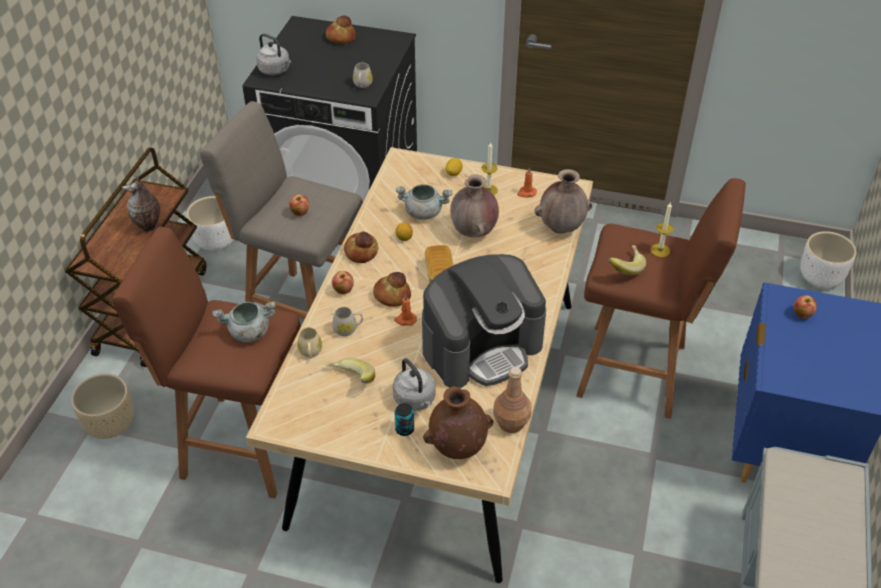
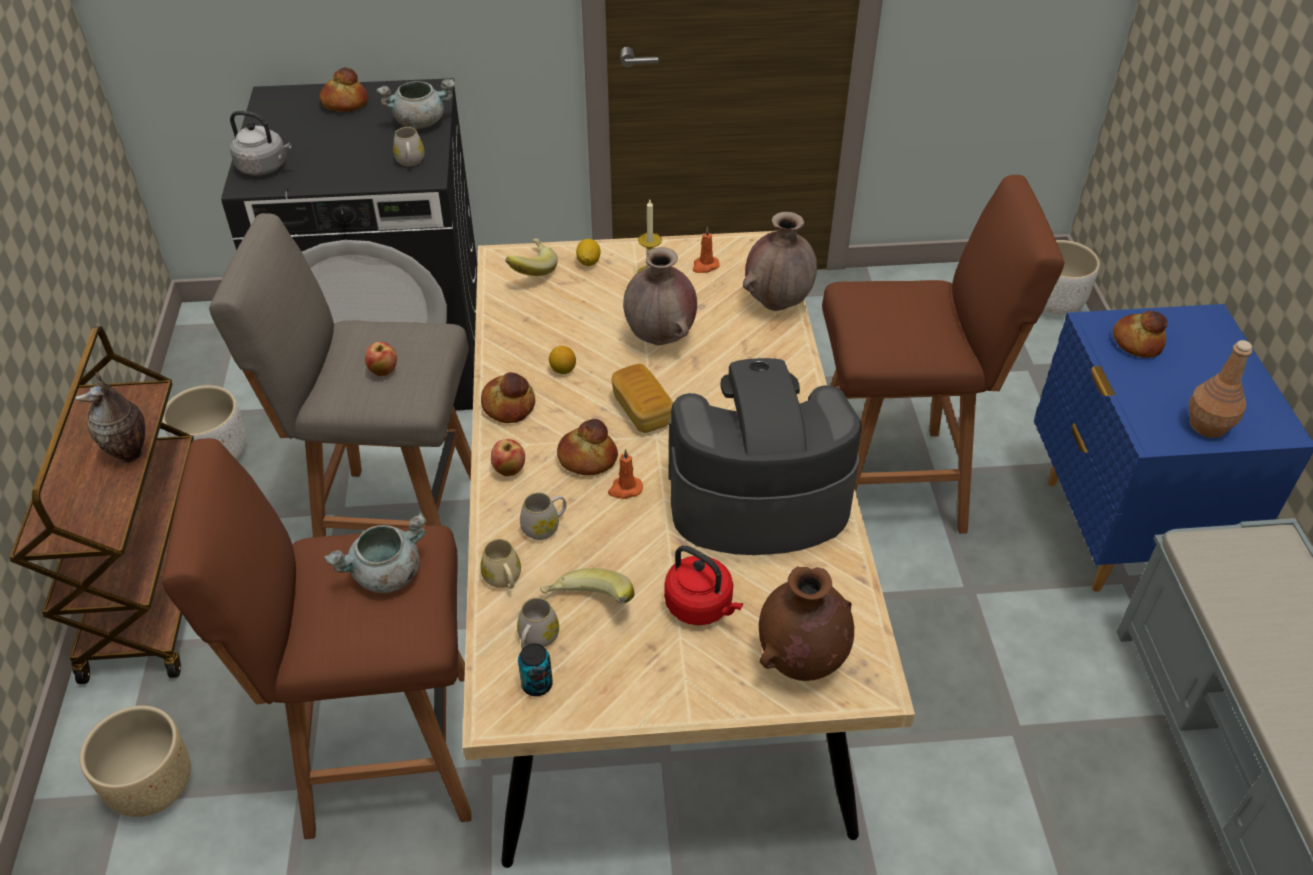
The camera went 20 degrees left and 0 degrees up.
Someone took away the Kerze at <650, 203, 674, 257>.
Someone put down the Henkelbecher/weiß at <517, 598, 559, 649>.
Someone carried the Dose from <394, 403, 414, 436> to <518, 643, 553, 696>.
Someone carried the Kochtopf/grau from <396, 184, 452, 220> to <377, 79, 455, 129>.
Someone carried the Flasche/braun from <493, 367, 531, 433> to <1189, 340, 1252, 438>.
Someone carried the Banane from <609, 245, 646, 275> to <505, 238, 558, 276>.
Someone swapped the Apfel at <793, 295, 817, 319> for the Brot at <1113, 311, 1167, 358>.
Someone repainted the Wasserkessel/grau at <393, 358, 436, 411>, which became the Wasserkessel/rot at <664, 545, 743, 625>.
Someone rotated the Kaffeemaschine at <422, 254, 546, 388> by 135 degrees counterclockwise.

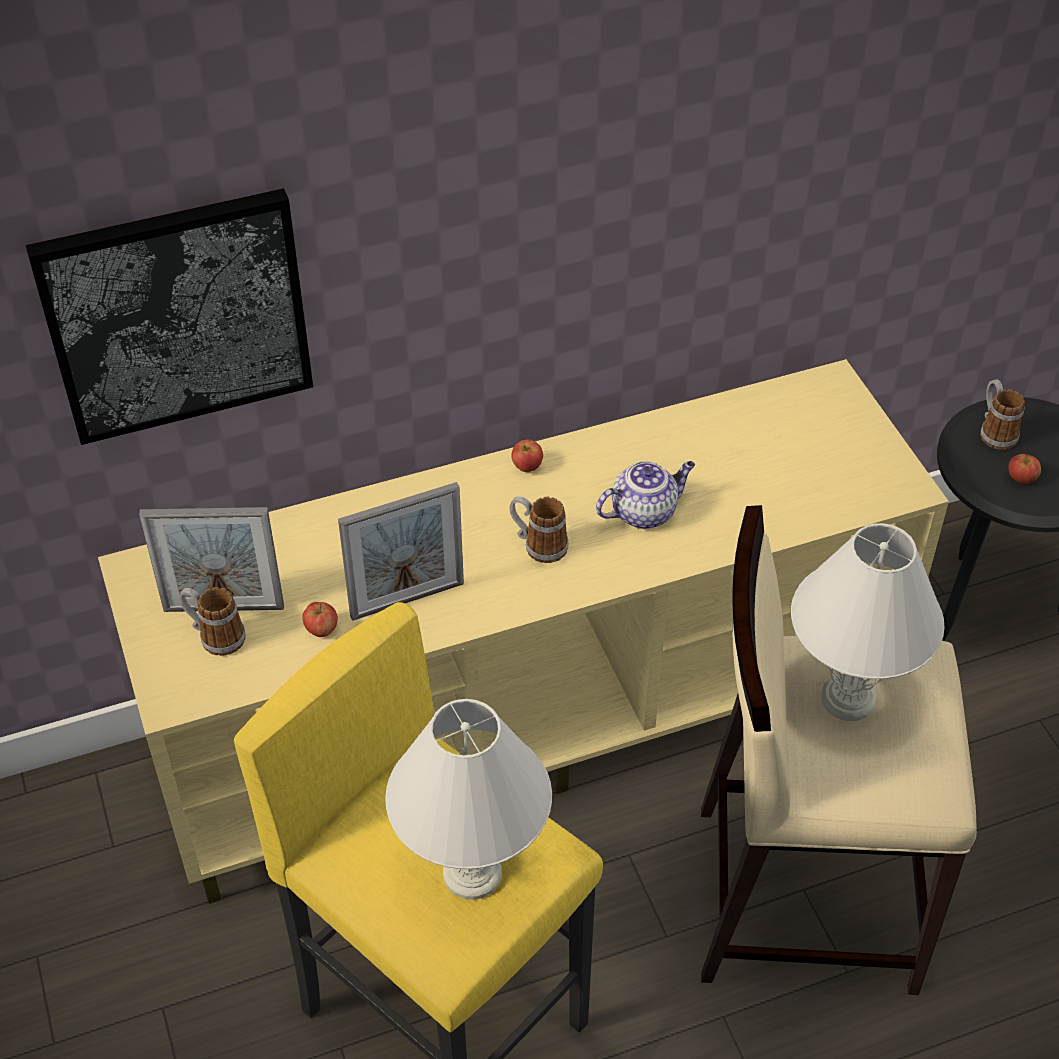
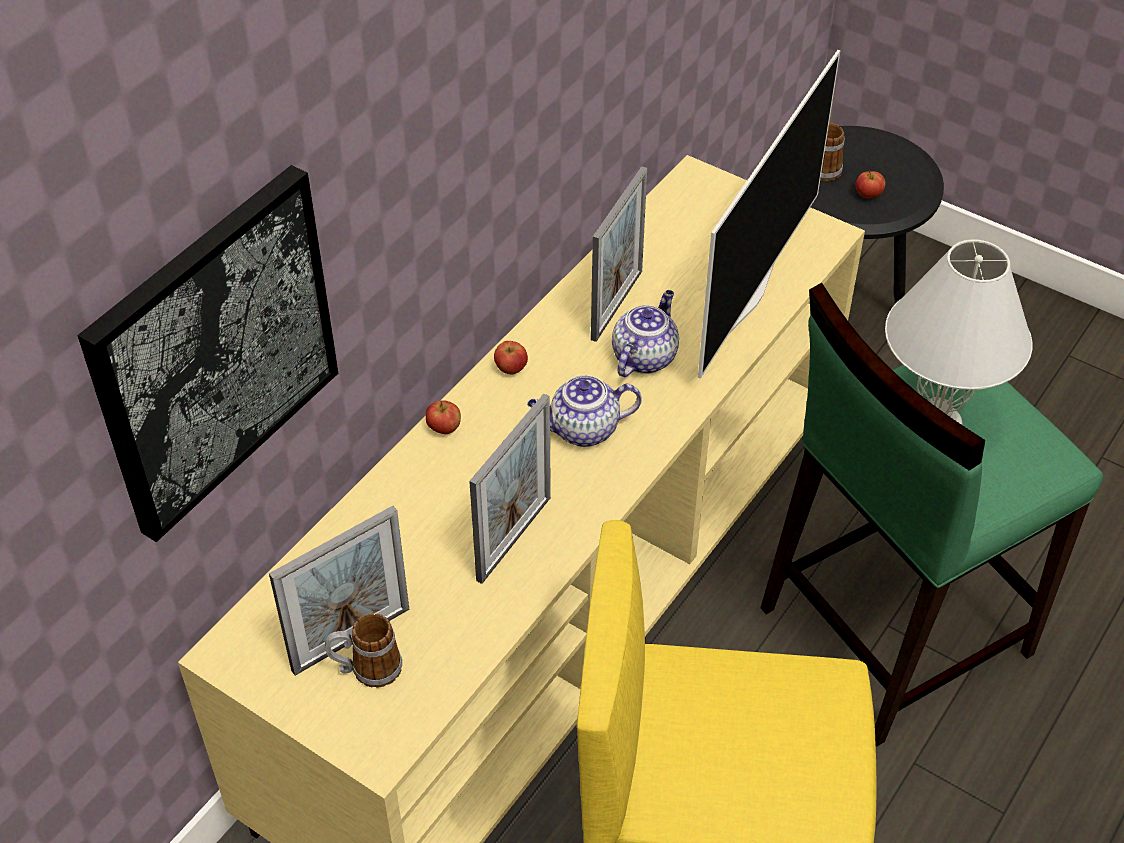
The camera went 35 degrees left and 0 degrees up.
Someone took away the Tischlampe/weiß at <385, 699, 552, 900>.
Someone put down the Bilderrahmen at <591, 166, 647, 342>.
Someone put down the Fernseher at <698, 50, 840, 379>.
Someone carried the Apfel from <303, 602, 338, 637> to <426, 400, 461, 434>.
Someone swapped the Henkelbecher at <510, 496, 568, 563> for the Teekanne at <527, 375, 642, 447>.
Someone repainted the Hocker/beige at <701, 505, 977, 995>, which became the Hocker/grün at <761, 283, 1103, 747>.

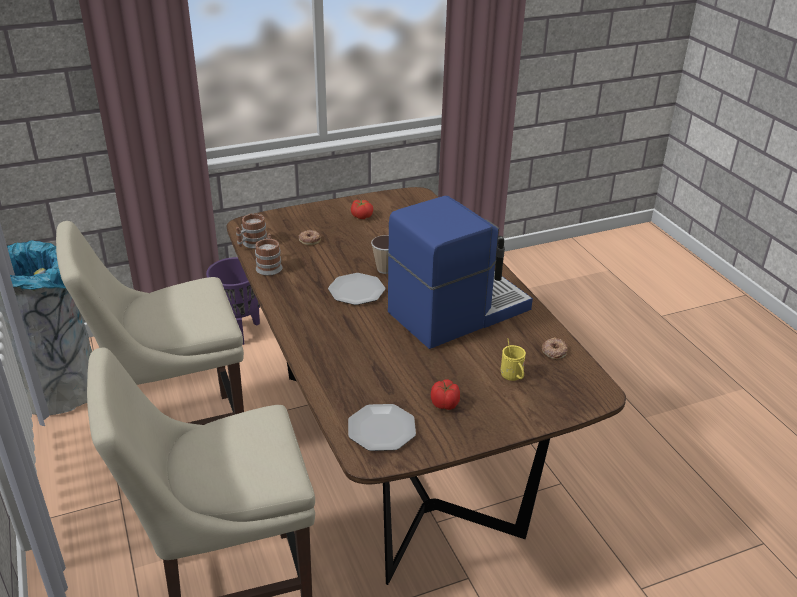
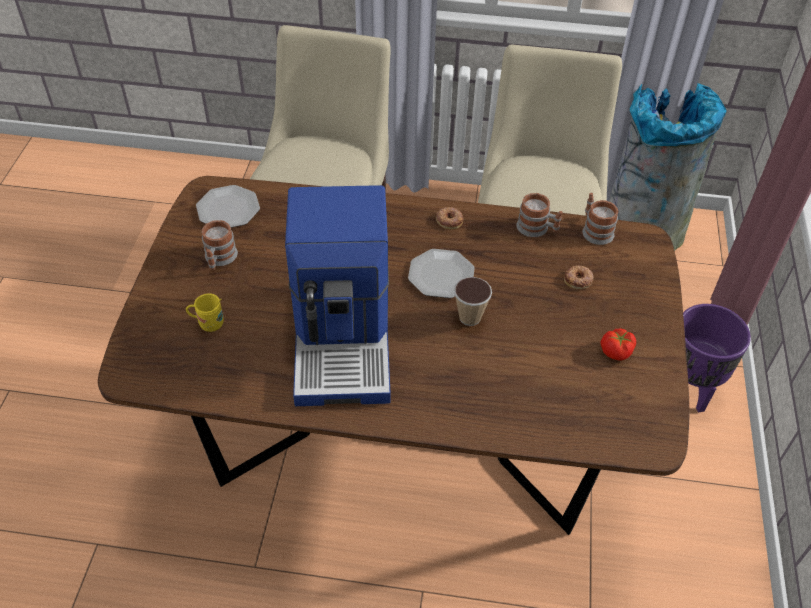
The camera went 120 degrees right and 15 degrees up.
Someone carried the Donut from <542, 338, 568, 359> to <436, 207, 464, 229>.
Someone swapped the Tomate at <431, 379, 460, 410> for the Henkelbecher at <202, 220, 238, 270>.

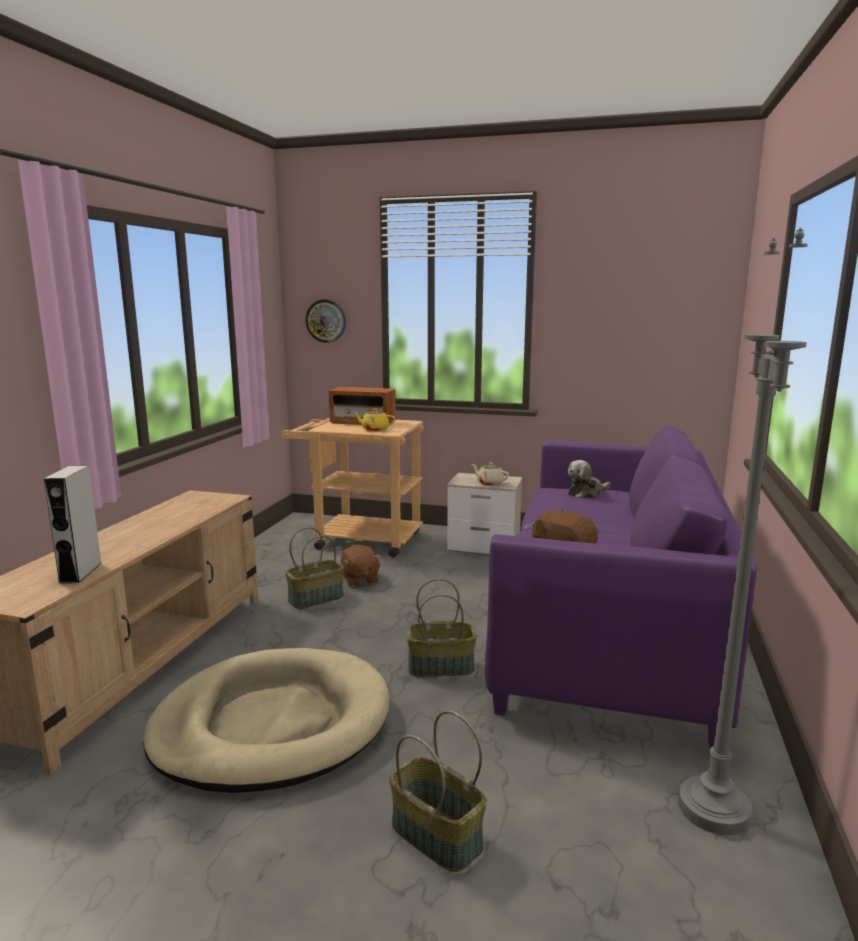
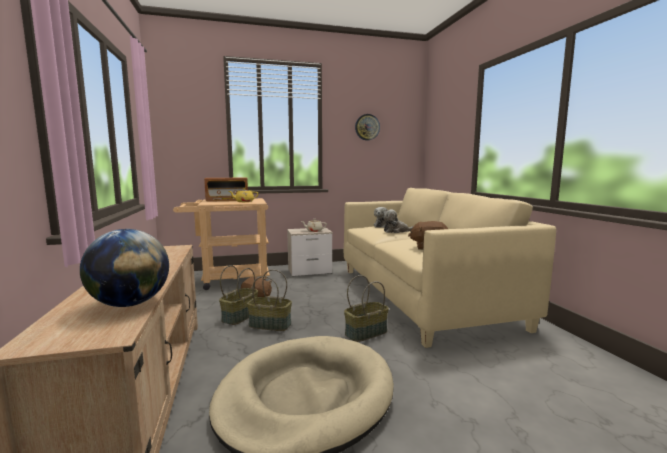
The camera went 30 degrees left and 5 degrees down.
Someone took away the Stehlampe/grau at <678, 228, 808, 835>.
Someone put down the Plüschtier at <383, 210, 414, 233>.
Someone carried the Wanduhr from <305, 300, 346, 343> to <355, 114, 380, 140>.
Someone carried the Korb from <389, 711, 487, 872> to <247, 269, 292, 331>.
Someone swapped the Lautsprecher/grau at <44, 466, 102, 583> for the Globus at <80, 229, 169, 307>.
Someone repainted the Sofa/lila at <485, 426, 757, 749>, which became the Sofa/beige at <344, 188, 556, 348>.

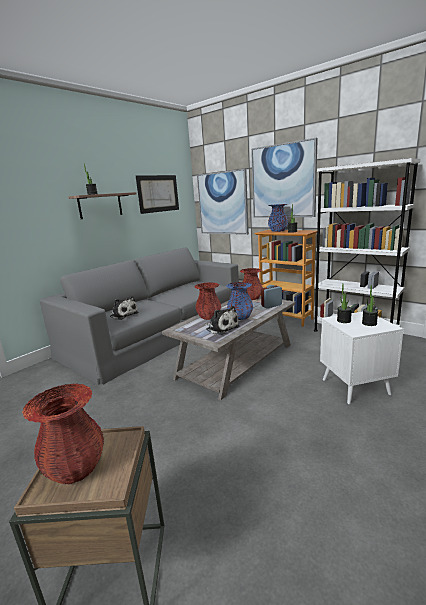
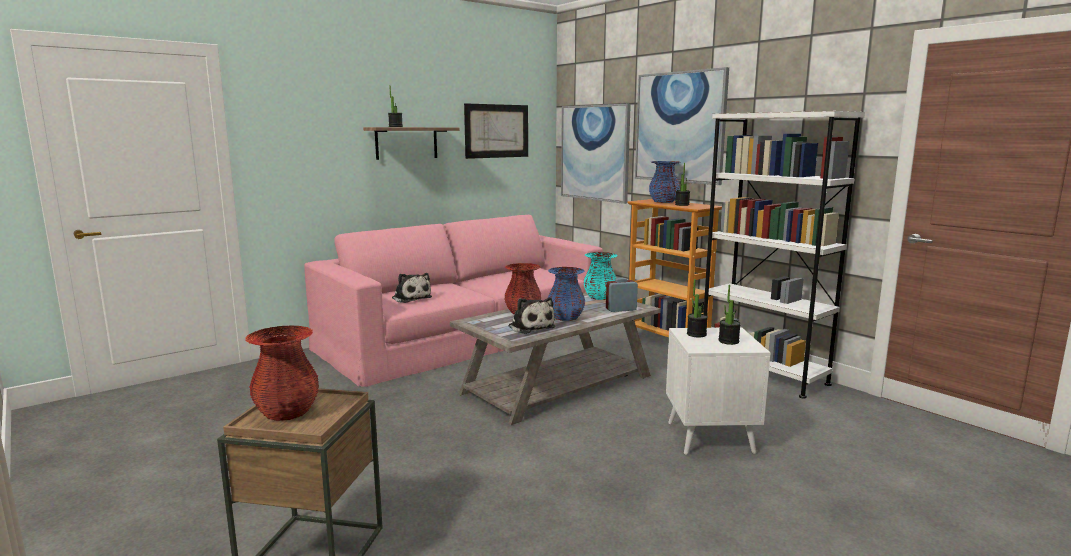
The camera went 10 degrees right and 5 degrees down.
Someone repainted the Sofa/grau at <40, 248, 239, 385>, which became the Sofa/rosa at <304, 215, 603, 387>.
Someone repainted the Vase/rot at <240, 268, 263, 300>, which became the Vase/türkis at <584, 252, 618, 300>.

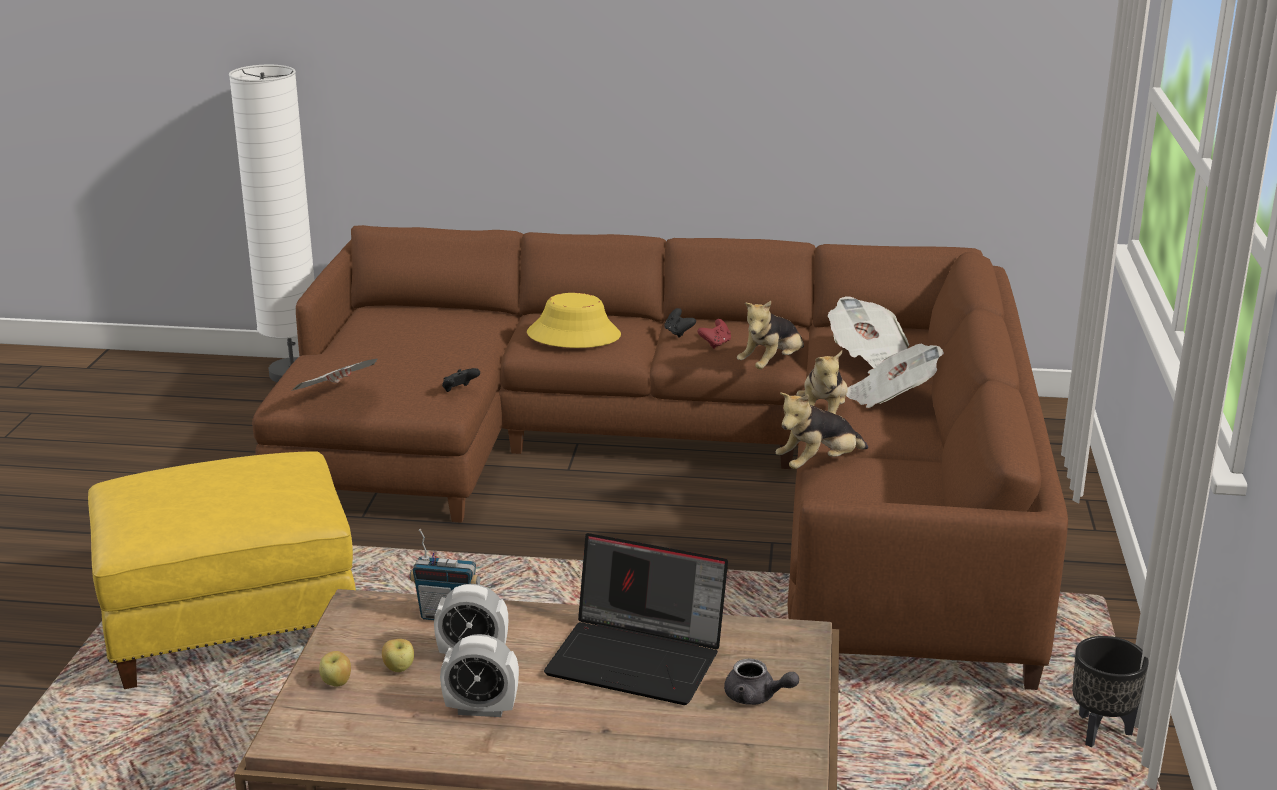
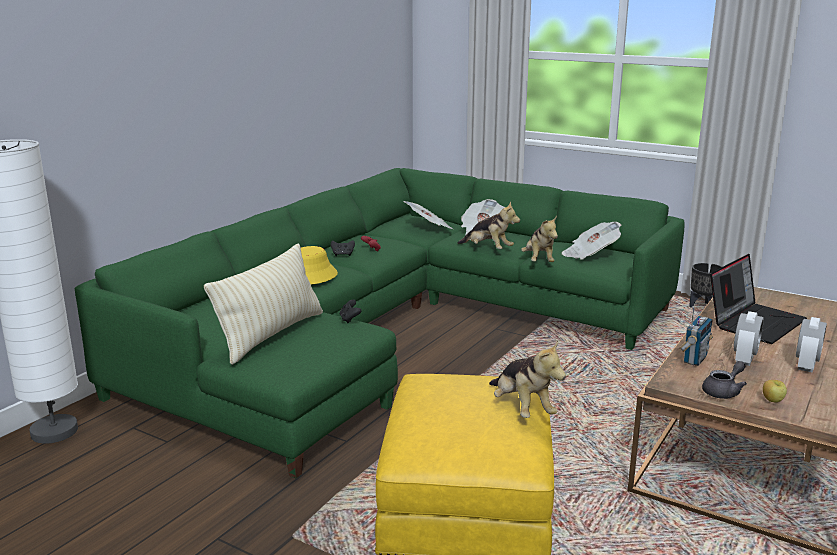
The camera went 65 degrees left and 5 degrees down.
Someone took away the Apfel at <382, 639, 414, 672>.
Someone put down the Kissen/beige at <204, 243, 323, 365>.
Someone carried the Zeitung from <291, 359, 377, 391> to <562, 222, 621, 260>.
Someone carried the Teekanne/grau from <724, 659, 799, 705> to <702, 361, 747, 399>.
Someone carried the Plüschtier from <737, 301, 804, 369> to <489, 341, 566, 418>.
Someone repainted the Sofa/braun at <252, 225, 1068, 690>, which became the Sofa/grün at <74, 168, 685, 478>.

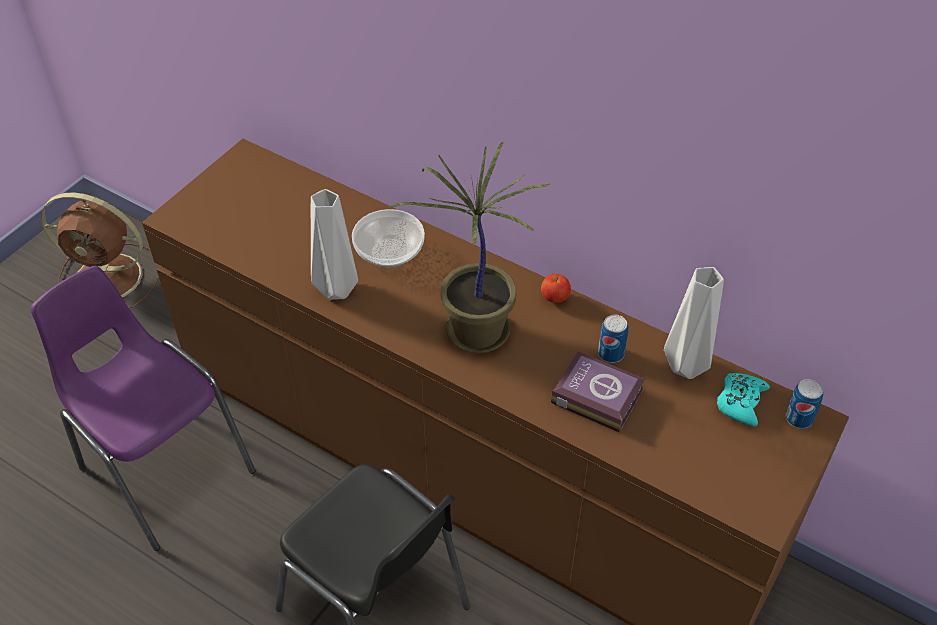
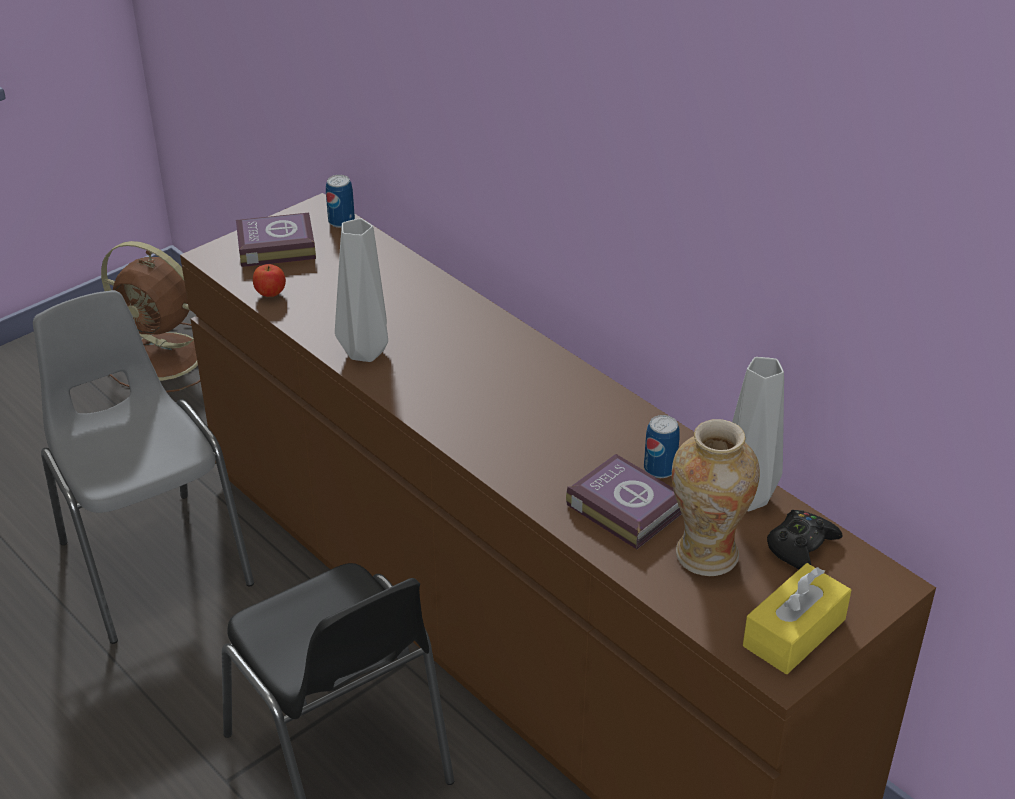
The camera went 15 degrees right and 10 degrees down.
Someone took away the Schüssel at <352, 209, 425, 267>.
Someone took away the Topfpflanze at <388, 141, 552, 354>.
Someone put down the Buch at <236, 213, 316, 267>.
Someone put down the Vase at <672, 419, 760, 576>.
Someone put down the Taschentuchbox/gelb at <743, 563, 851, 674>.
Someone carried the Apfel from <541, 274, 571, 303> to <253, 264, 286, 297>.
Someone carried the Dose from <785, 379, 823, 429> to <326, 175, 355, 228>.
Someone repainted the Stuhl/lila at <31, 266, 256, 551>, which became the Stuhl/grau at <33, 290, 254, 644>.
Someone repainted the Gamepad/türkis at <717, 373, 770, 426>, which became the Gamepad/schwarz at <767, 510, 843, 569>.

